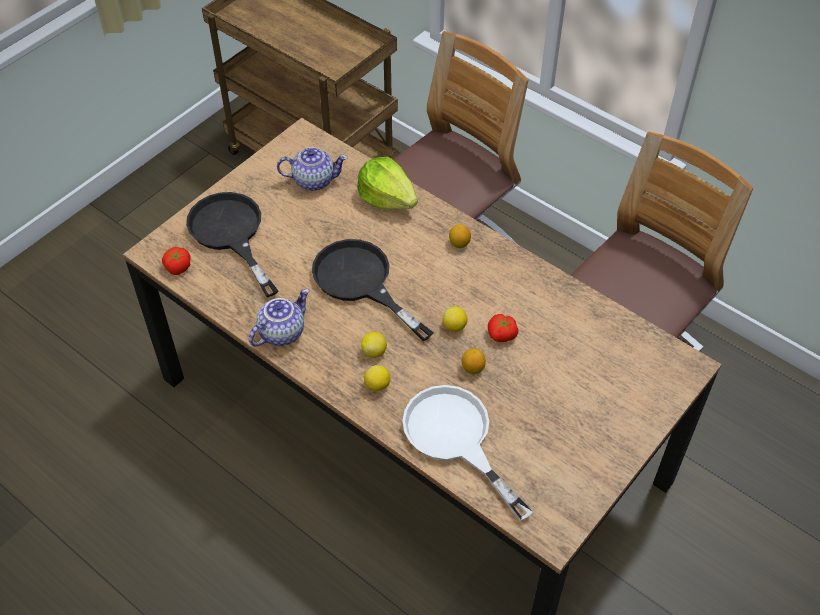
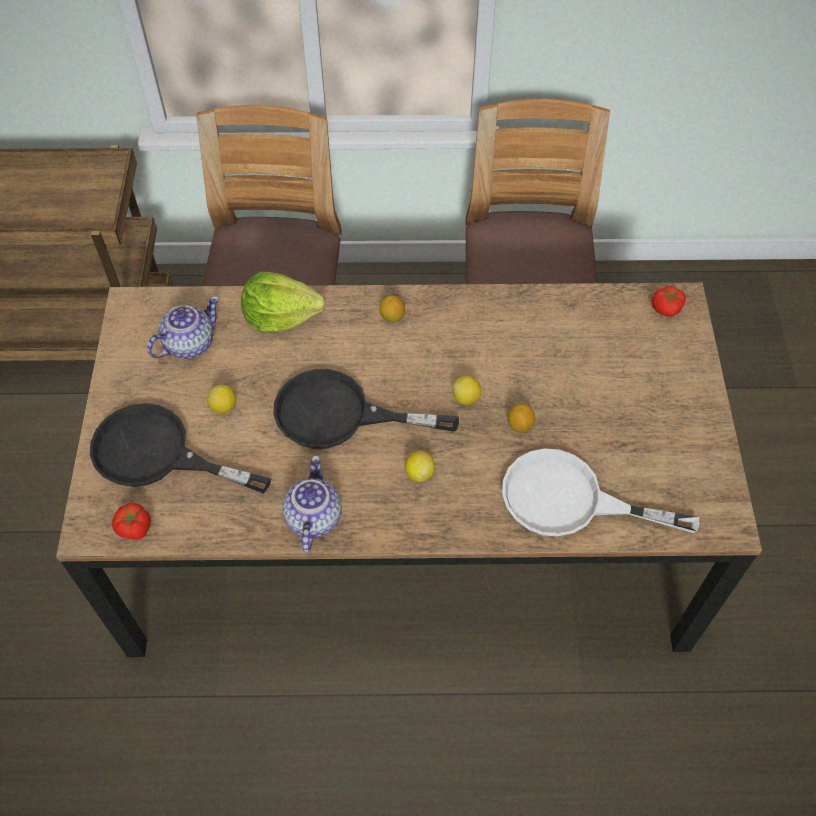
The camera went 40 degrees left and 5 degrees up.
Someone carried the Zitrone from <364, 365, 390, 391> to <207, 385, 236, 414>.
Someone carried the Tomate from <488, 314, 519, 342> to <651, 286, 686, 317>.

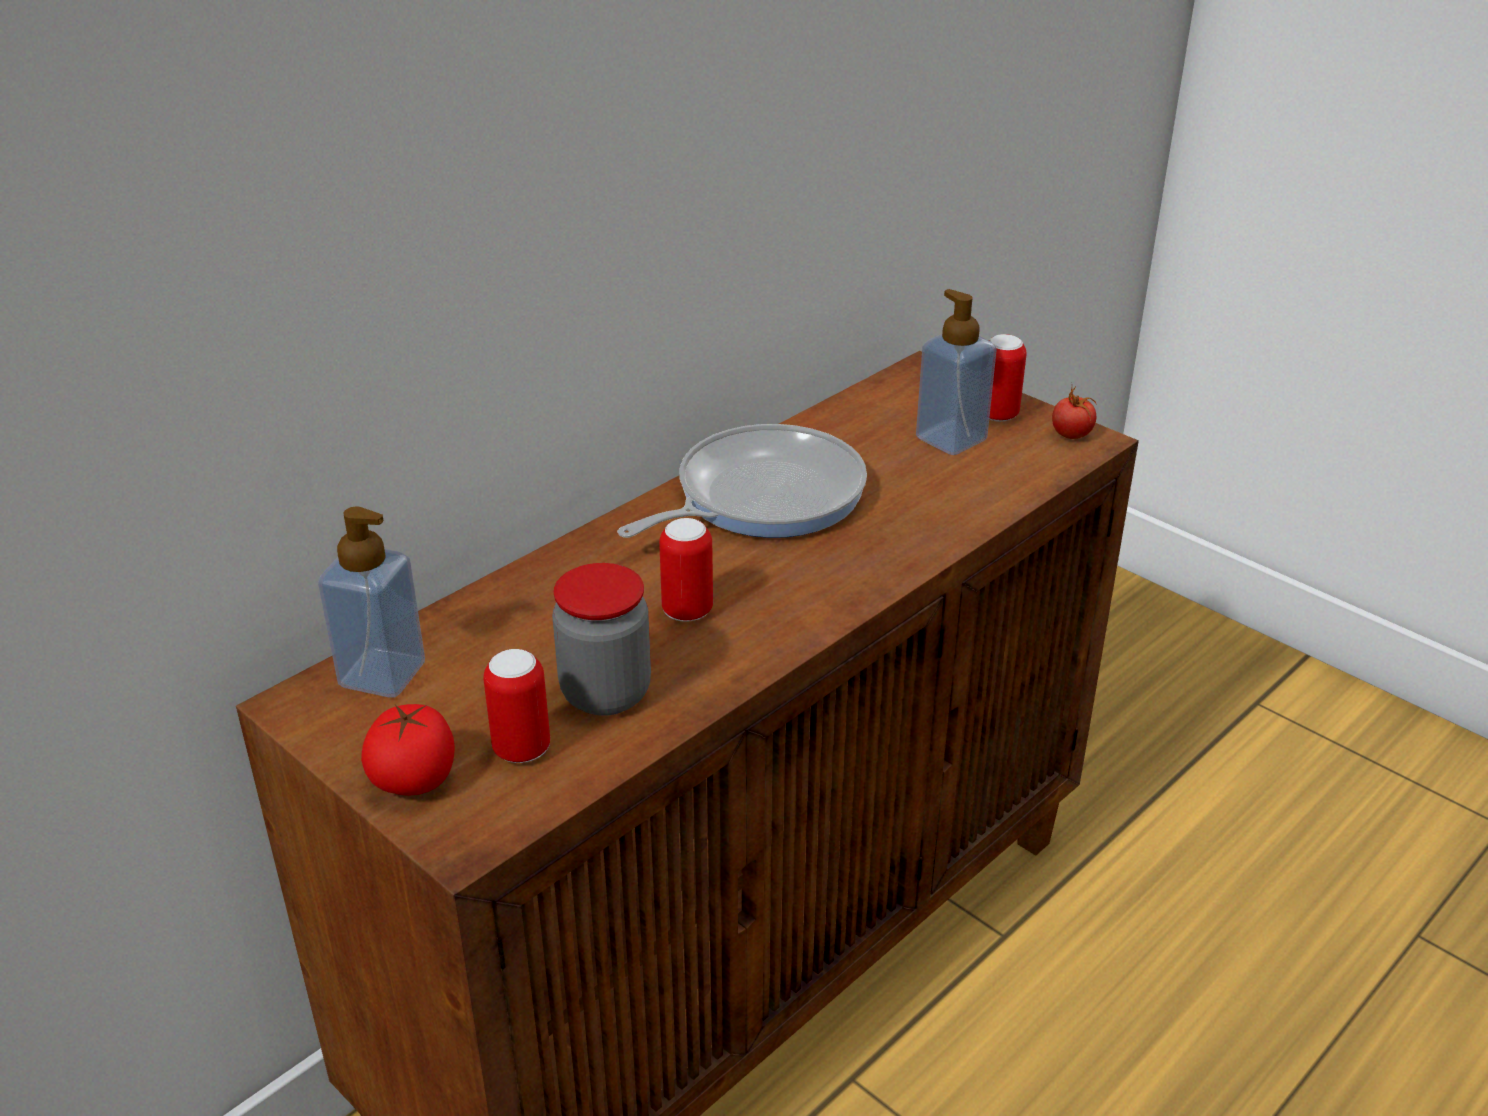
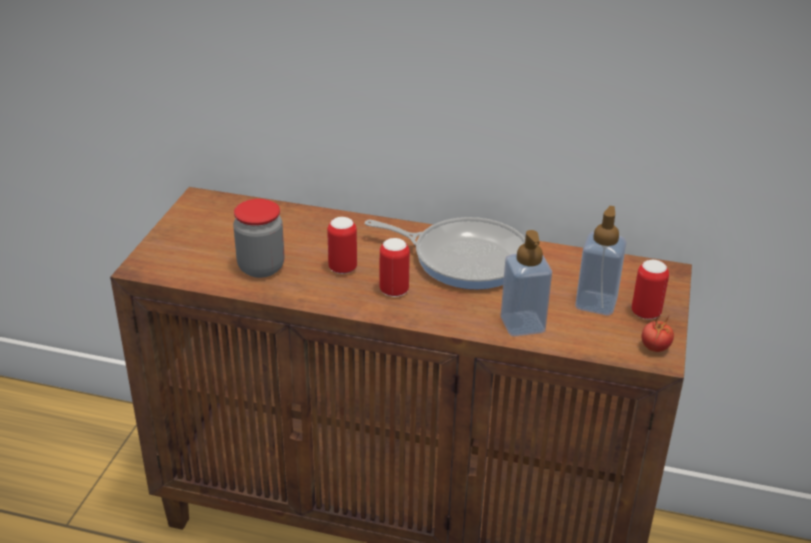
The camera went 60 degrees right and 0 degrees up.
Someone took away the Tomate at <361, 704, 455, 795>.
Someone carried the Seifenspender from <318, 506, 425, 698> to <500, 230, 552, 336>.
Someone carried the Dose from <483, 649, 550, 763> to <380, 238, 410, 297>.

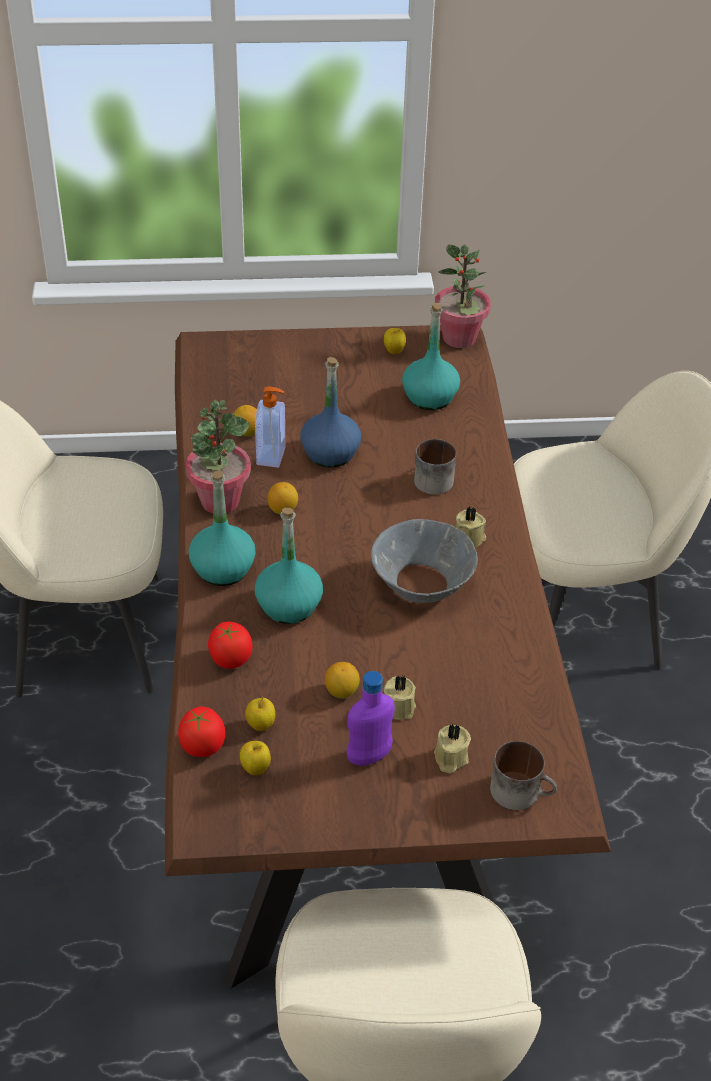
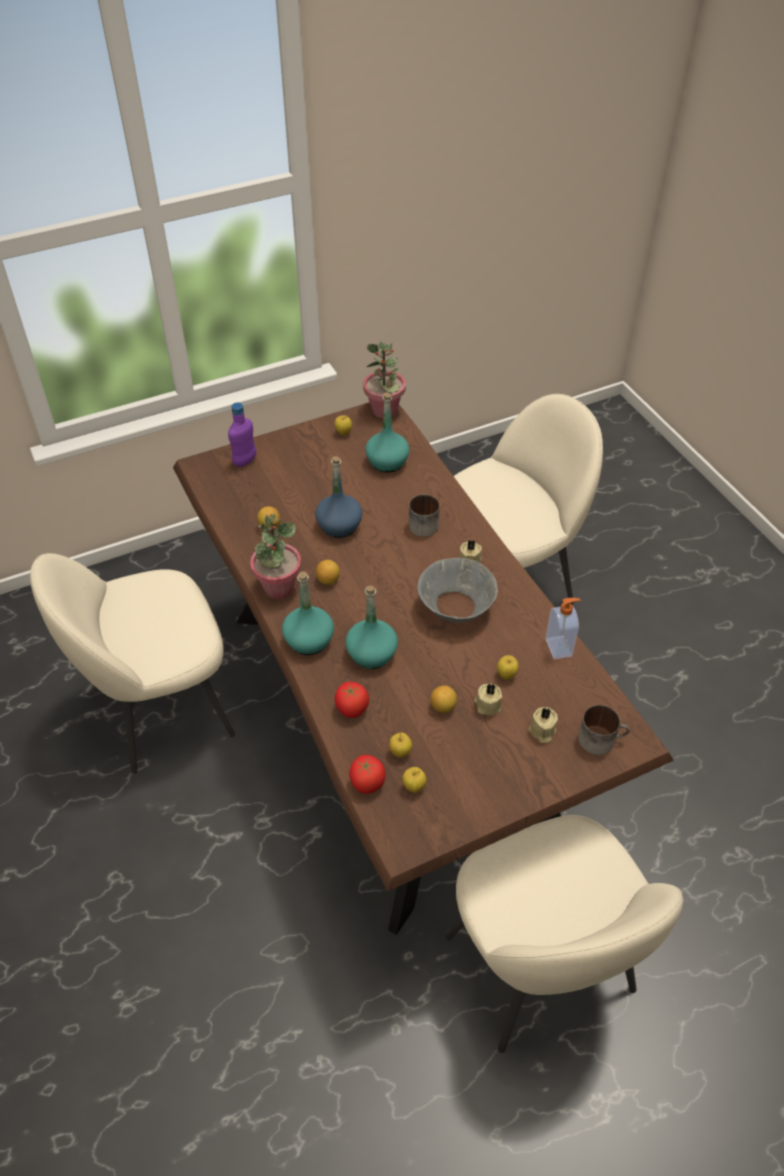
The camera went 20 degrees left and 5 degrees up.
Someone put down the Apfel at <497, 655, 519, 679>.
Someone carried the Seifenspender from <255, 387, 285, 468> to <545, 598, 581, 660>.
Someone carried the Flasche/lila from <347, 671, 395, 766> to <228, 402, 256, 467>.

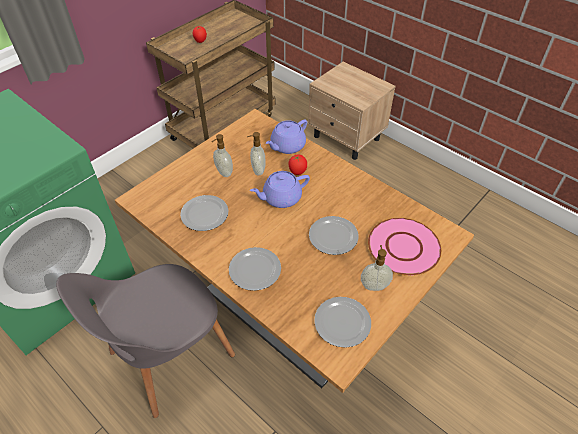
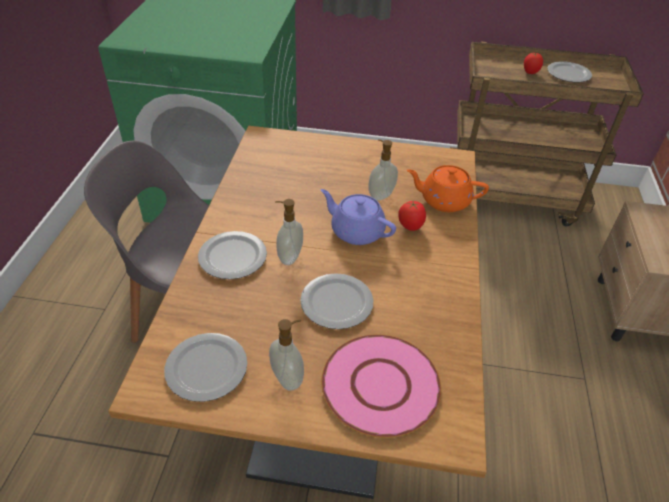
The camera went 55 degrees right and 5 degrees down.
Someone carried the Teller from <180, 195, 229, 231> to <547, 61, 592, 82>.
Someone carried the Seifenspender from <212, 134, 233, 177> to <275, 199, 303, 265>.
Someone repainted the Teekanne/lila at <266, 119, 307, 154>, which became the Teekanne/orange at <407, 165, 489, 212>.

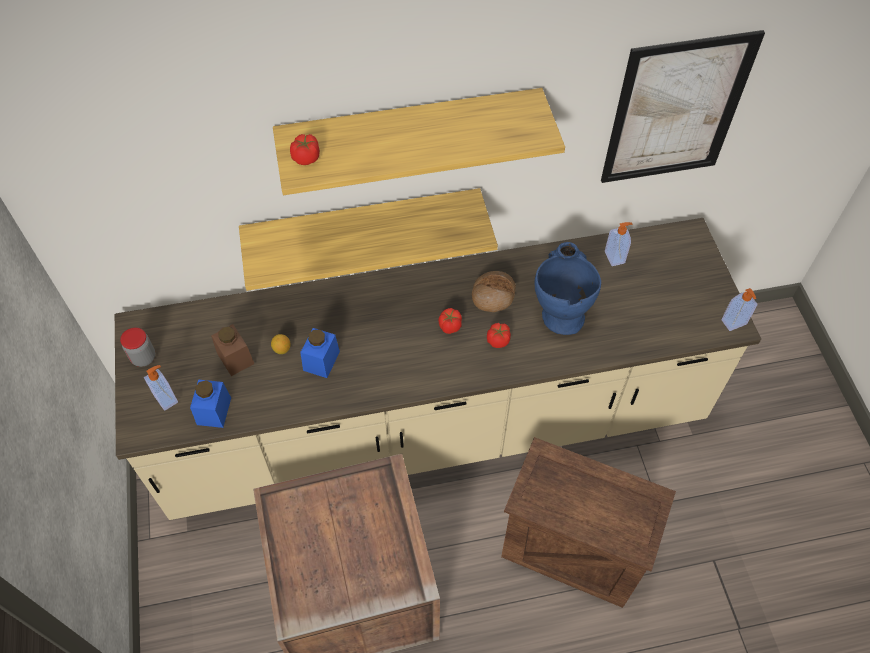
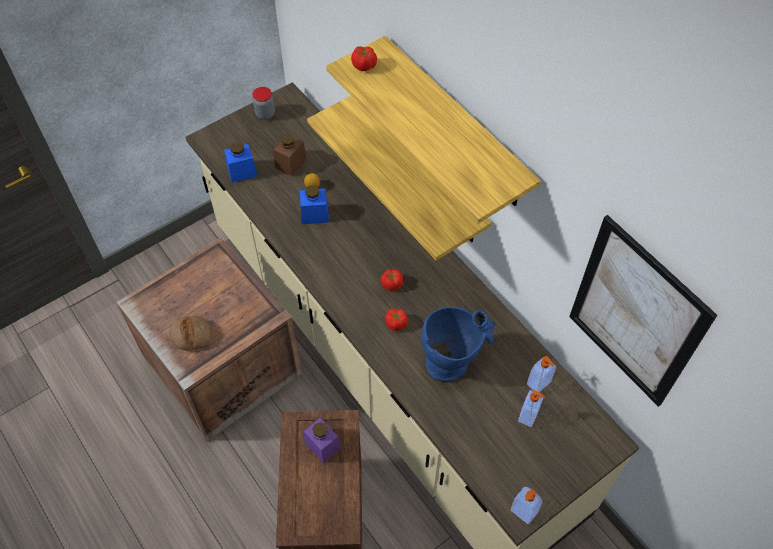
The camera went 65 degrees right and 0 degrees up.
Someone put down the Vorratsglas/lila at <304, 418, 341, 463>.
Someone carried the Seifenspender from <144, 365, 178, 411> to <518, 390, 545, 427>.
Someone carried the Brot from <472, 271, 516, 312> to <170, 316, 213, 351>.

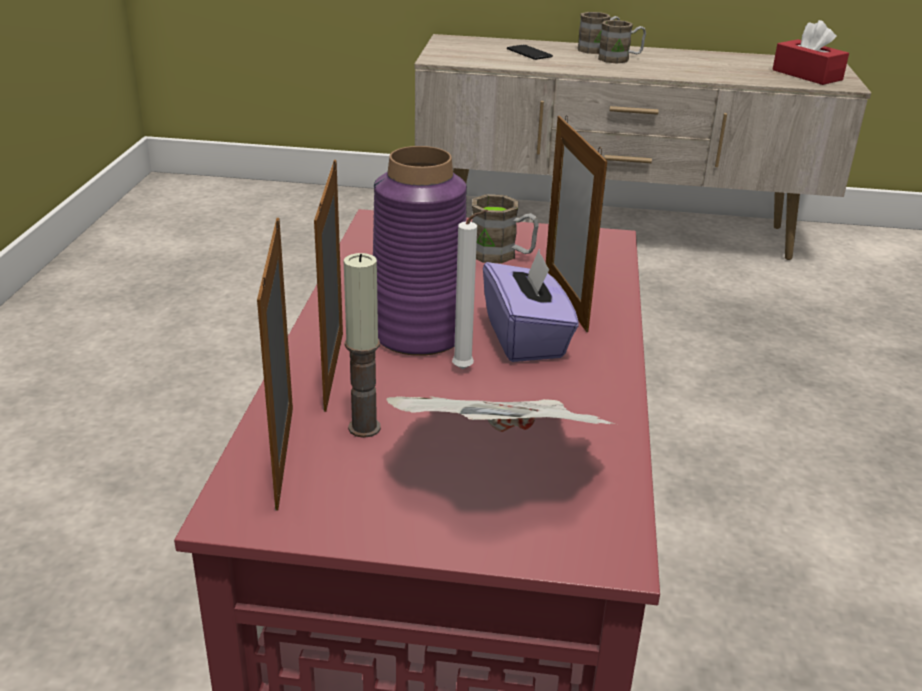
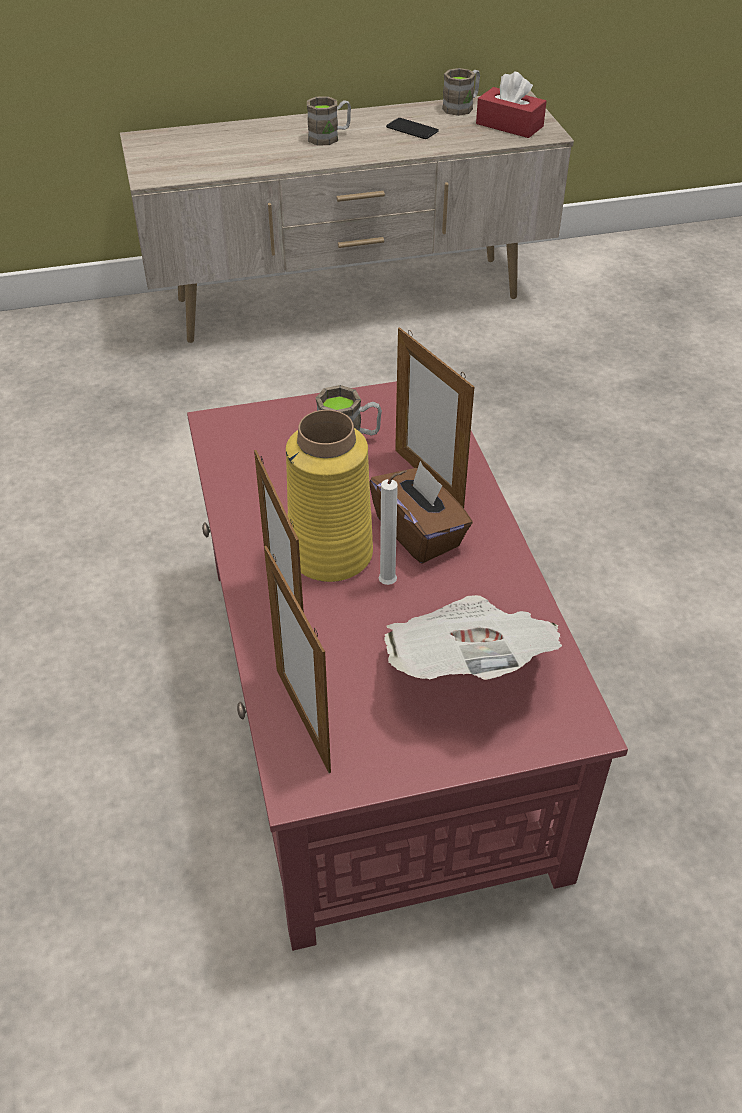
The camera went 20 degrees left and 15 degrees up.
Someone took away the Kerze at <344, 253, 381, 438>.
Someone carried the Handy from <507, 45, 553, 60> to <386, 118, 439, 139>.
Someone carried the Henkelbecher/braun from <577, 12, 620, 54> to <442, 68, 480, 116>.
Someone repainted the Vase/lila at <373, 146, 467, 356>, which became the Vase/gelb at <286, 410, 373, 582>.
Someone repainted the Taschentuchbox/lila at <483, 248, 579, 362>, which became the Taschentuchbox/braun at <369, 461, 473, 564>.

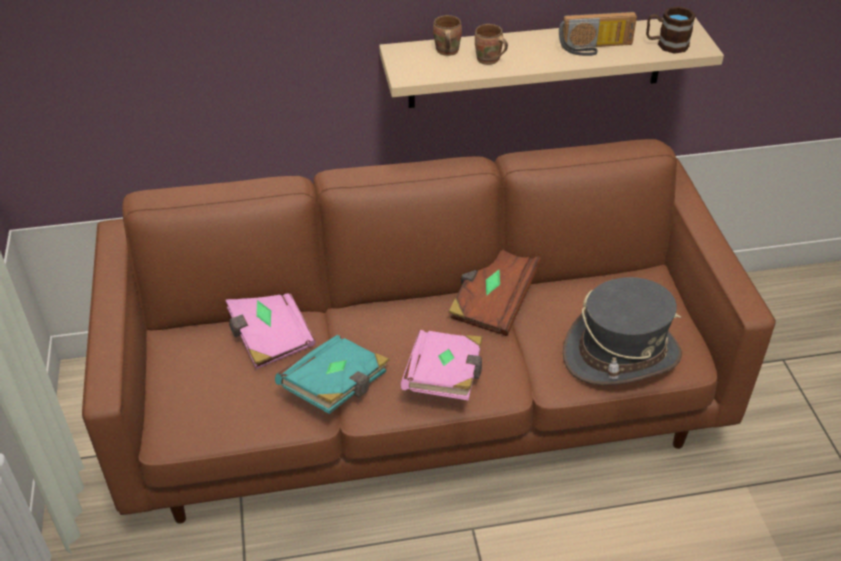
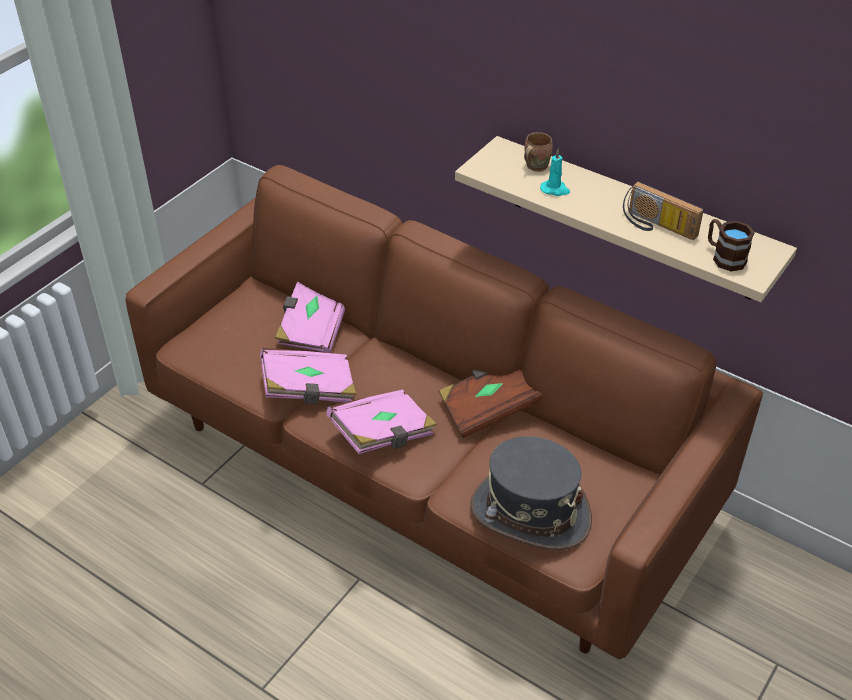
The camera went 45 degrees right and 0 degrees up.
Someone swapped the Henkelbecher/braun at <475, 24, 508, 65> for the Kerze/türkis at <540, 149, 570, 196>.
Someone repainted the Buch/türkis at <275, 335, 390, 414>, which became the Buch/rosa at <260, 348, 357, 404>.

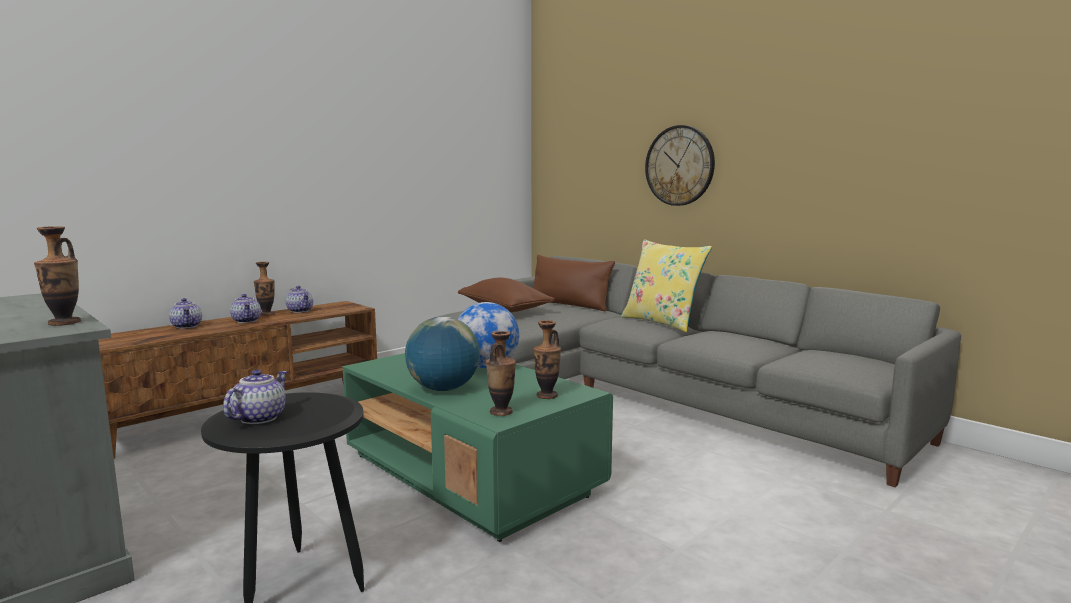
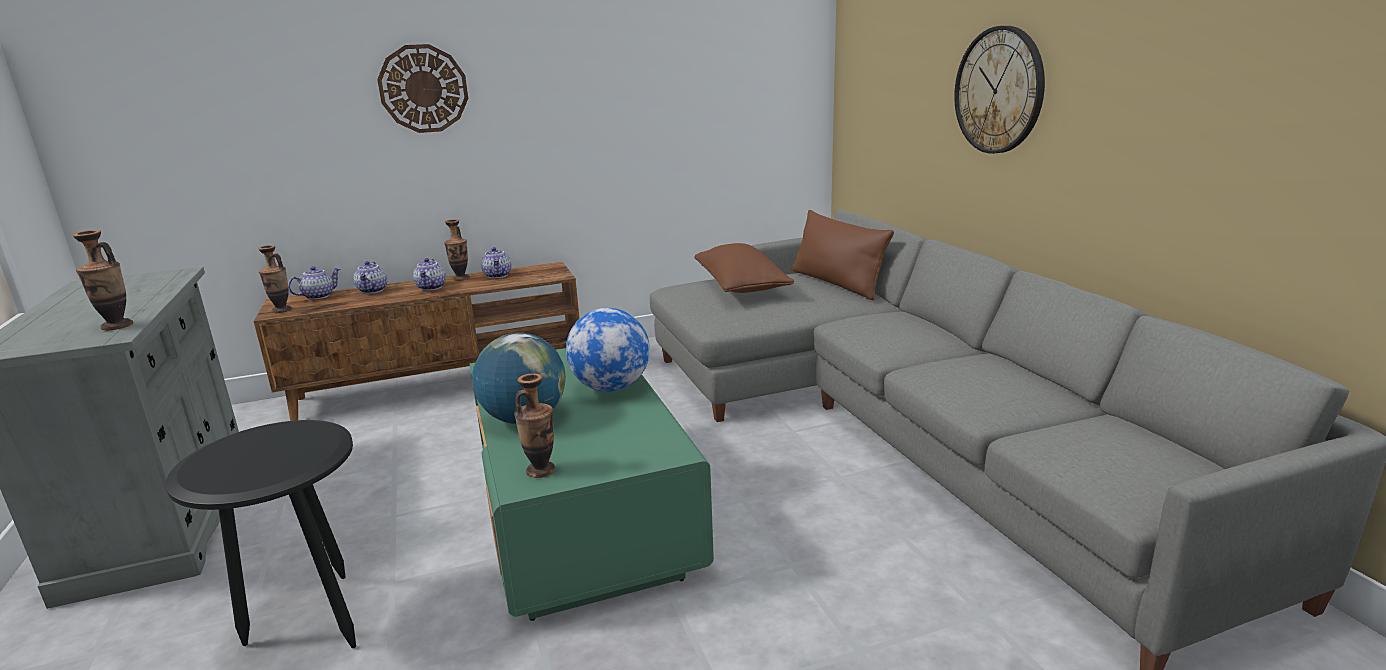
The camera went 25 degrees right and 10 degrees up.
Someone took away the Kissen/gelb at <621, 240, 712, 332>.
Someone put up the Wanduhr at <377, 44, 468, 133>.
Someone carried the Teekanne from <223, 369, 288, 424> to <288, 266, 340, 299>.
Someone carried the Vase from <533, 320, 561, 399> to <258, 245, 292, 313>.

